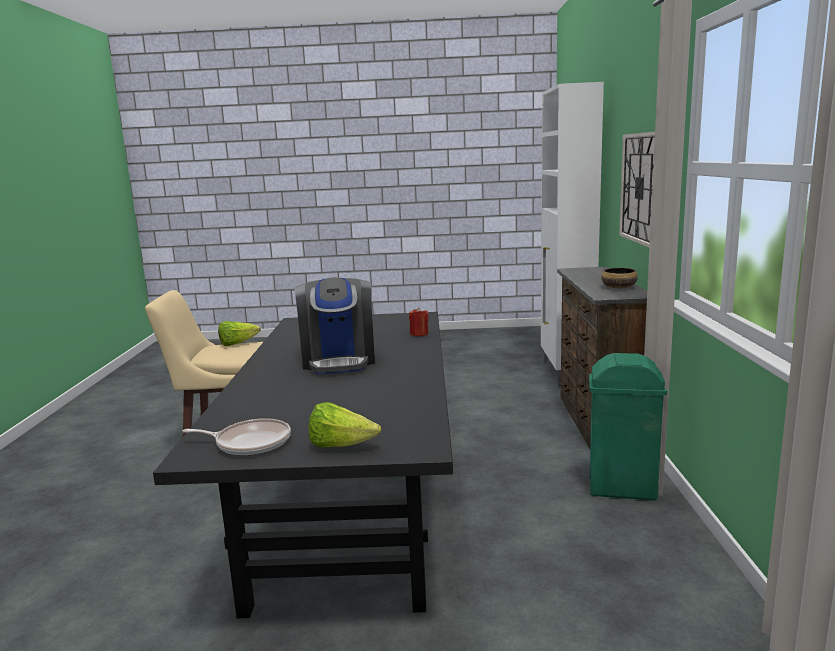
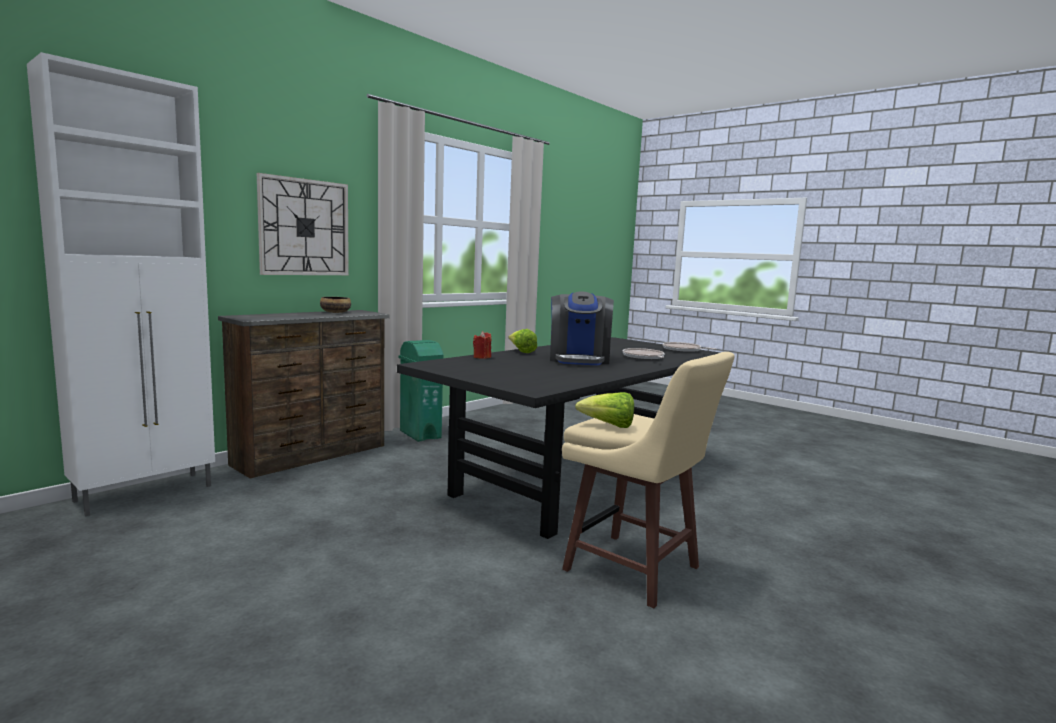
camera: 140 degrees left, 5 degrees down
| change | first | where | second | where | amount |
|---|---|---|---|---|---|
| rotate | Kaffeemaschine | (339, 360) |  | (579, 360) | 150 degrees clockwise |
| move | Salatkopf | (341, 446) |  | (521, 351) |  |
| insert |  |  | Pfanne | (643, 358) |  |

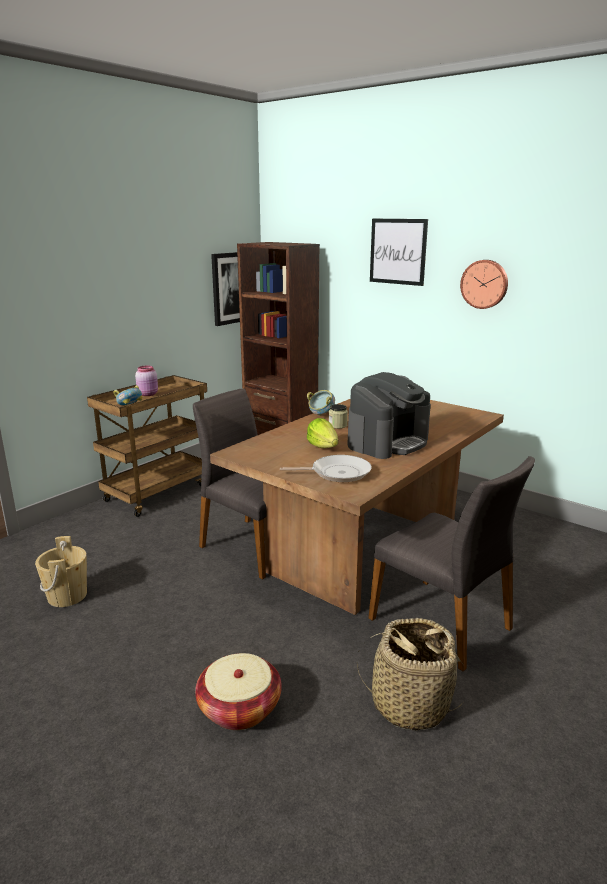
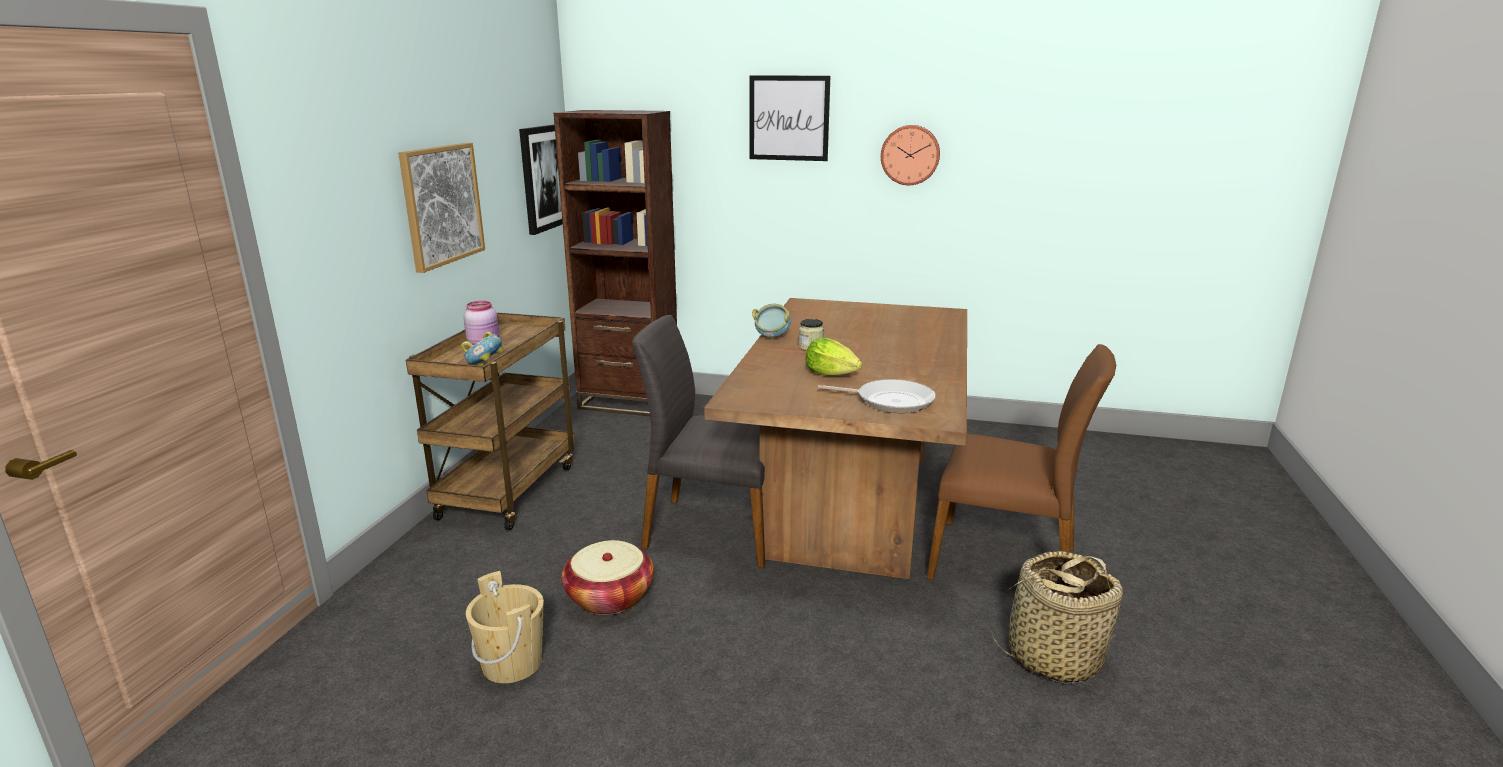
camera: 25 degrees left, 0 degrees up
| change | first | where | second | where | amount |
|---|---|---|---|---|---|
| delete | Kaffeemaschine | (388, 442) |  |  |  |
| rotate | Pfanne | (337, 473) |  | (890, 401) | 45 degrees clockwise |
| recolor | Stuhl/grau | (442, 623) | Stuhl/braun | (1005, 562) |  |
| move | Korb | (239, 708) |  | (609, 597) |  |
| insert |  |  | Bild | (442, 205) |  |

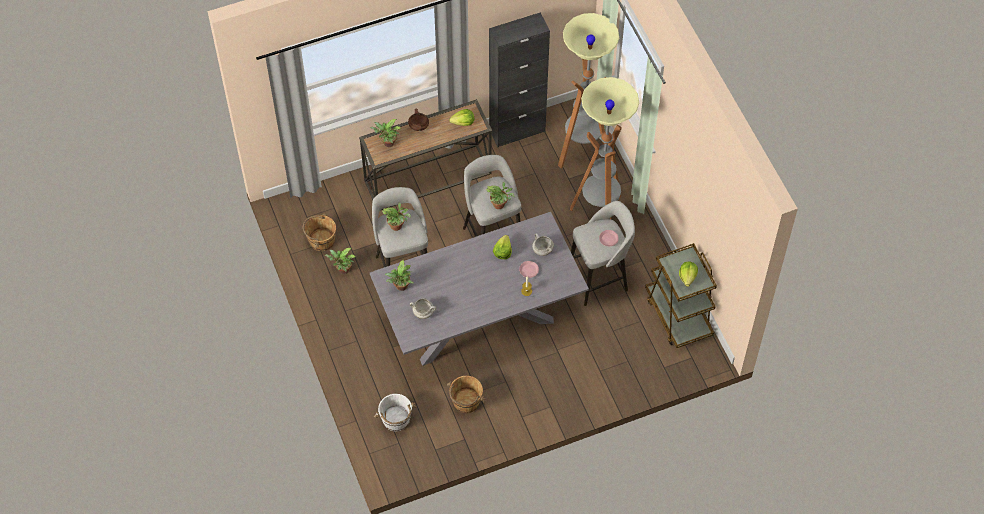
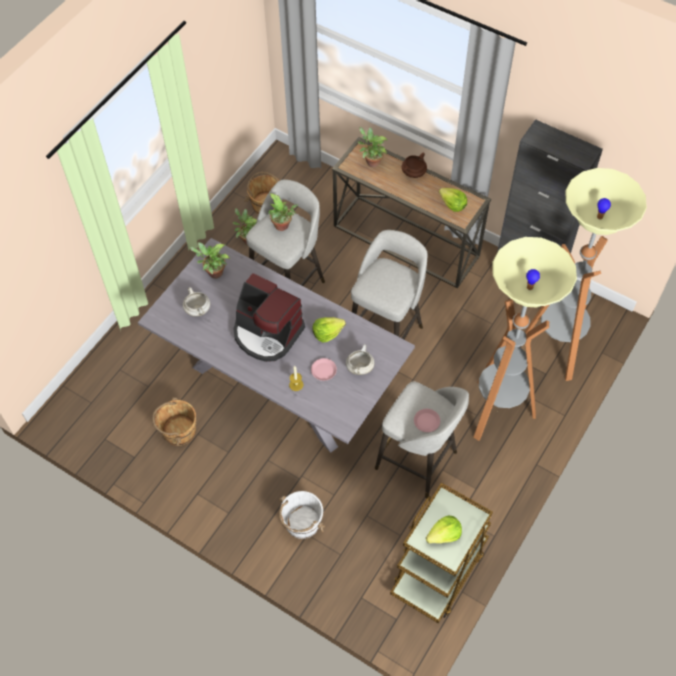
camera: 55 degrees right, 0 degrees up
| change | first | where | second | where | amount |
|---|---|---|---|---|---|
| delete | Topfpflanze | (500, 204) |  |  |  |
| move | Eimer/weiß | (396, 420) |  | (302, 523) |  |
| insert |  |  | Kaffeemaschine | (267, 333) |  |

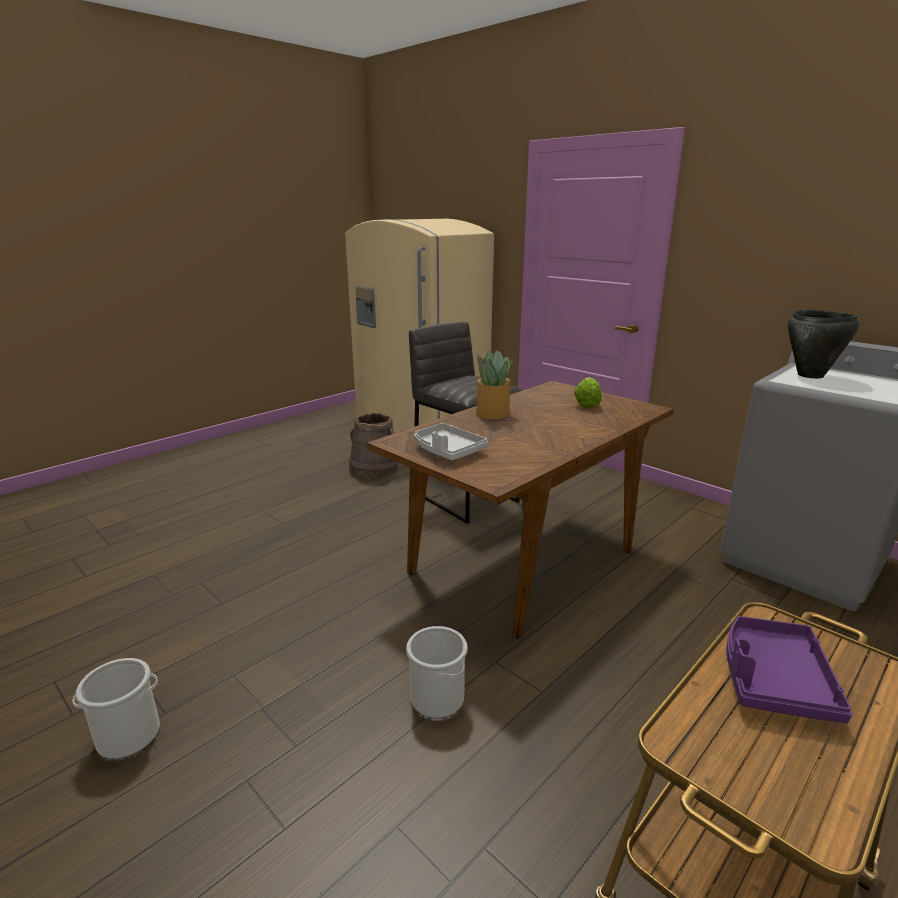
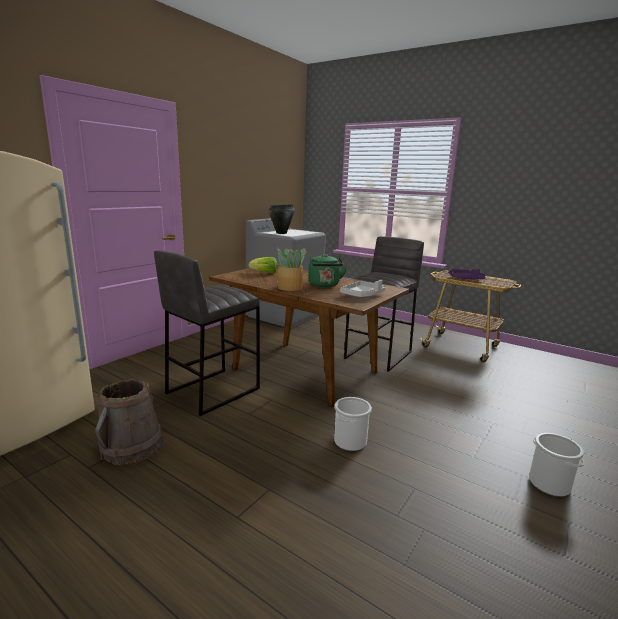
camera: 100 degrees left, 5 degrees down
| change | first | where | second | where | amount |
|---|---|---|---|---|---|
| move | Eimer | (436, 698) |  | (350, 441) |  |
| insert |  |  | Hocker/grau | (379, 355) |  |
| insert |  |  | Wasserkessel/grün | (324, 285) |  |

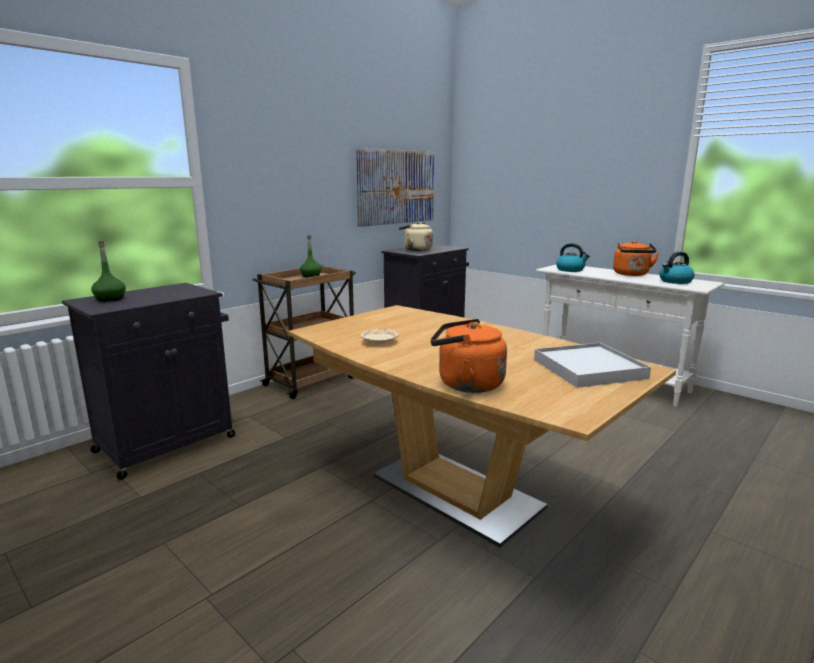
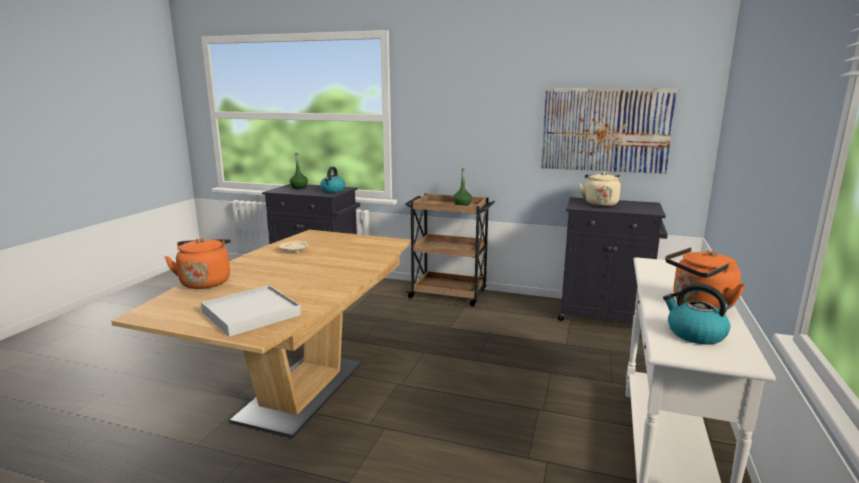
camera: 65 degrees right, 0 degrees up
| change | first | where | second | where | amount |
|---|---|---|---|---|---|
| move | Wasserkessel | (570, 270) |  | (333, 190) |  |

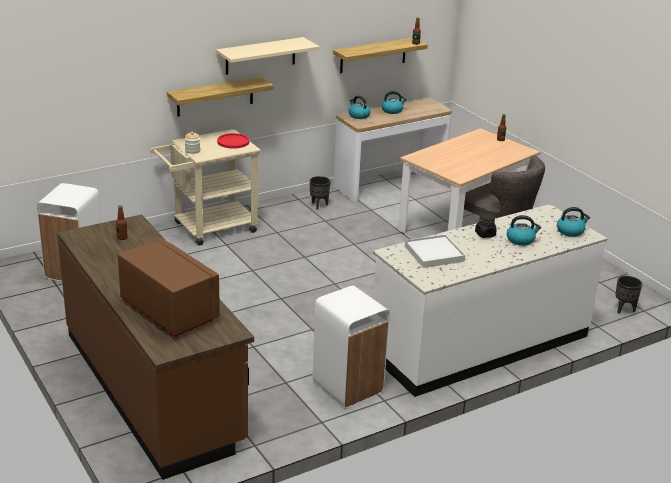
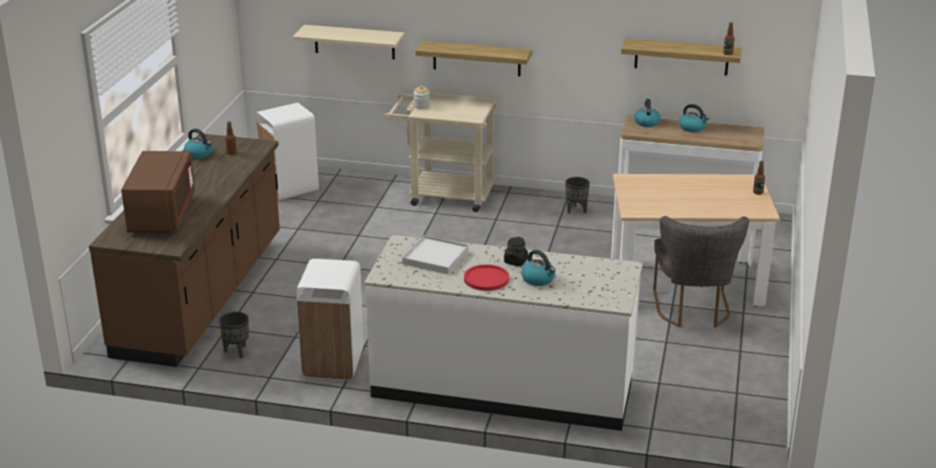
camera: 45 degrees right, 0 degrees up
| change | first | where | second | where | amount |
|---|---|---|---|---|---|
| move | Wandregal/beige | (260, 56) |  | (354, 42) |  |
| move | Teller/rot | (233, 142) |  | (486, 279) |  |
| move | Wasserkessel | (570, 231) |  | (199, 154) |  |
| move | Pflanzkübel/schwarz | (624, 309) |  | (237, 351) |  |

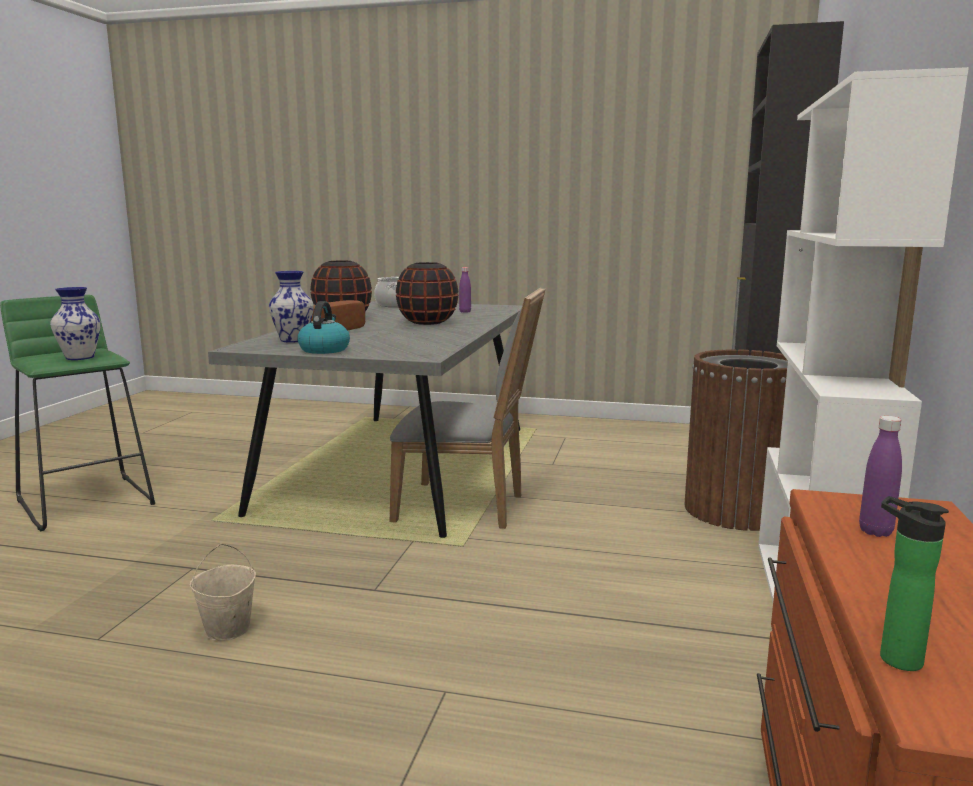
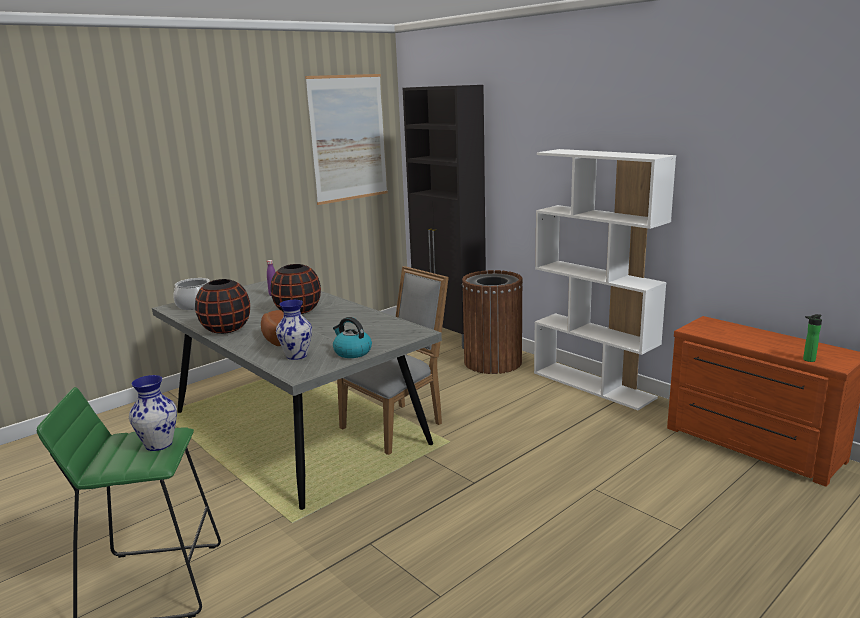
camera: 55 degrees left, 5 degrees up
| change | first | where | second | where | amount |
|---|---|---|---|---|---|
| delete | Flasche/lila | (875, 531) |  |  |  |
| delete | Eimer/beige | (227, 629) |  |  |  |
| insert |  |  | Bild | (348, 138) |  |

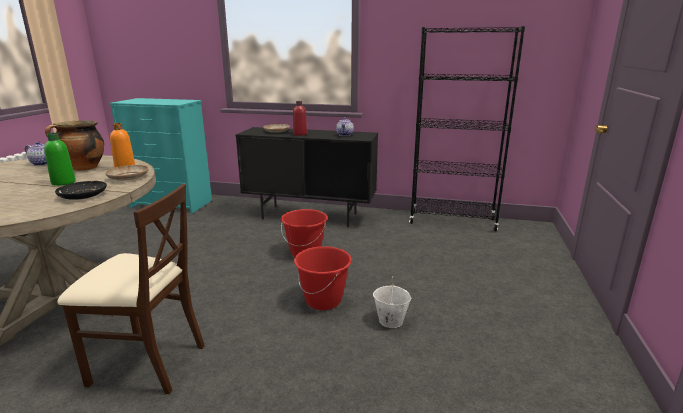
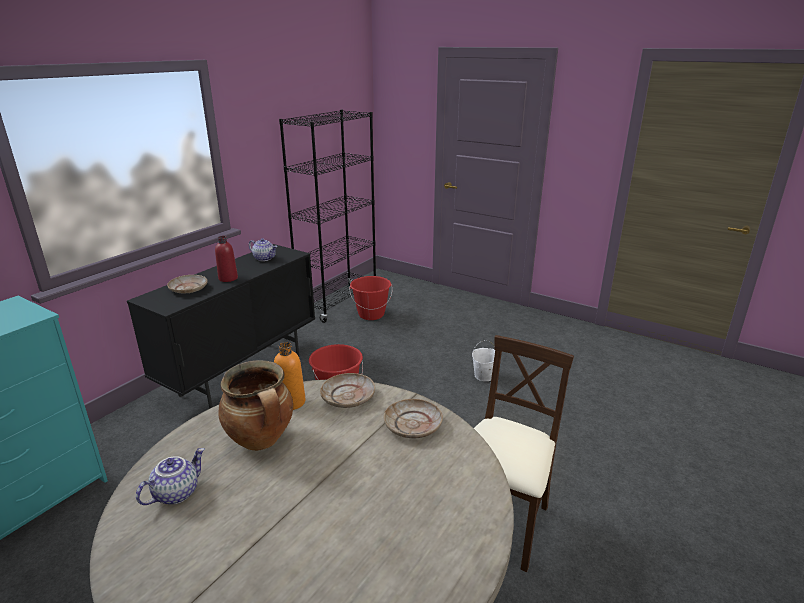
camera: 70 degrees left, 5 degrees up
| change | first | where | second | where | amount |
|---|---|---|---|---|---|
| delete | Flasche/grün | (63, 182) |  |  |  |
| recolor | Teller/schwarz | (82, 195) | Teller/beige | (413, 425) |  |
| move | Eimer/rot | (323, 300) |  | (371, 314) |  |

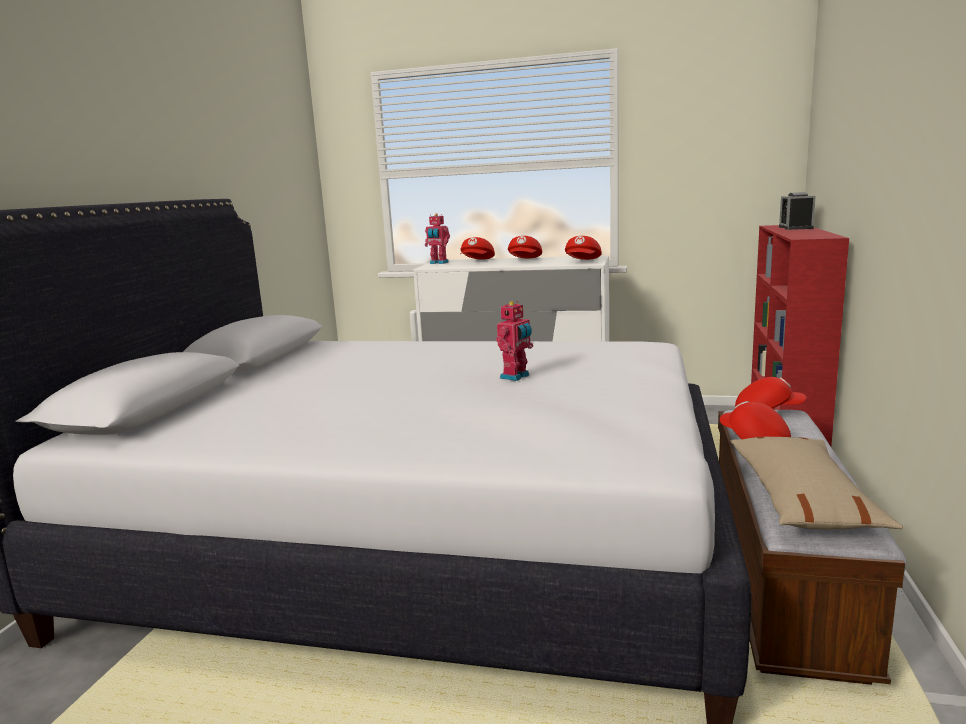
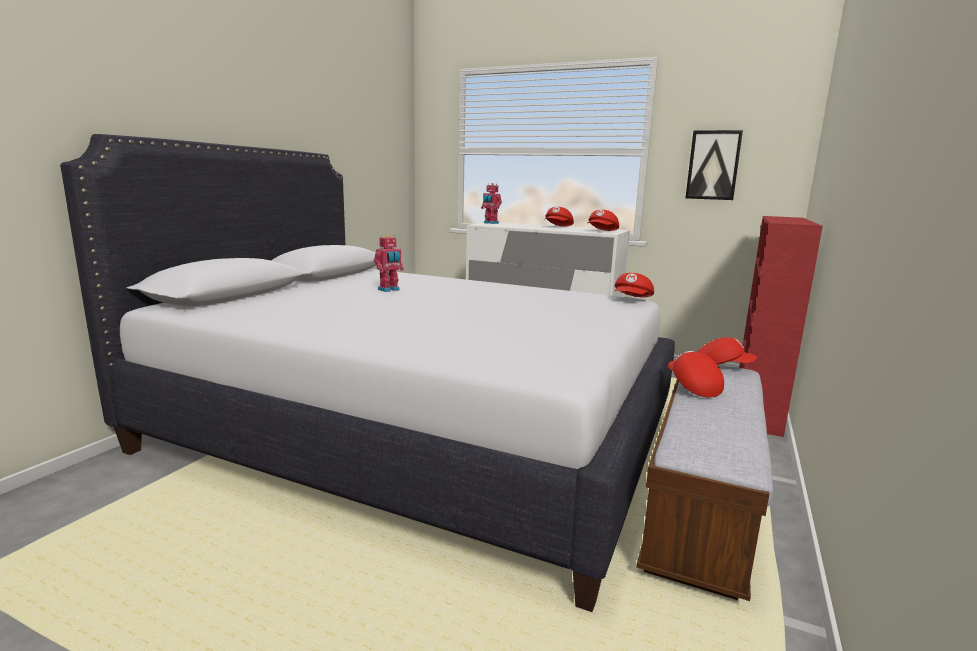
camera: 10 degrees right, 0 degrees up
| change | first | where | second | where | amount |
|---|---|---|---|---|---|
| delete | Wecker | (795, 228) |  |  |  |
| move | Kappe/rot | (477, 261) |  | (632, 300) |  |
| move | Spielzeugroboter | (516, 377) |  | (389, 290) |  |
| delete | Kissen/beige | (801, 499) |  |  |  |
| insert |  |  | Bild | (713, 165) |  |

